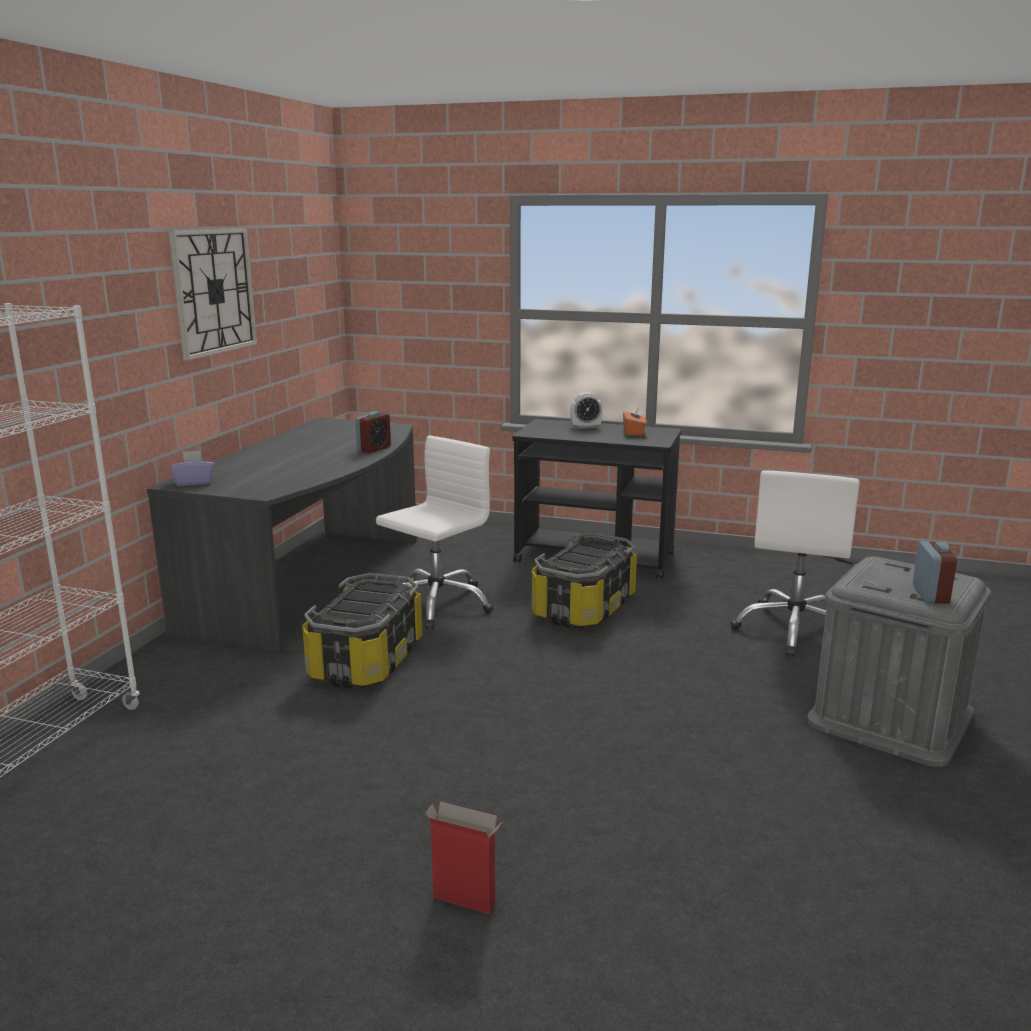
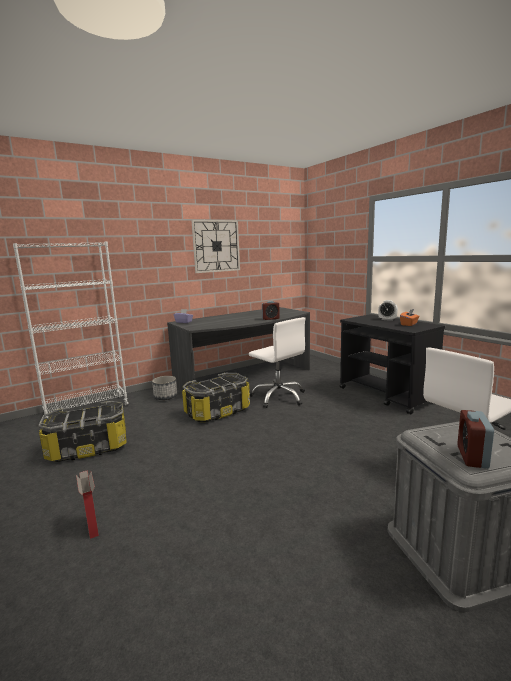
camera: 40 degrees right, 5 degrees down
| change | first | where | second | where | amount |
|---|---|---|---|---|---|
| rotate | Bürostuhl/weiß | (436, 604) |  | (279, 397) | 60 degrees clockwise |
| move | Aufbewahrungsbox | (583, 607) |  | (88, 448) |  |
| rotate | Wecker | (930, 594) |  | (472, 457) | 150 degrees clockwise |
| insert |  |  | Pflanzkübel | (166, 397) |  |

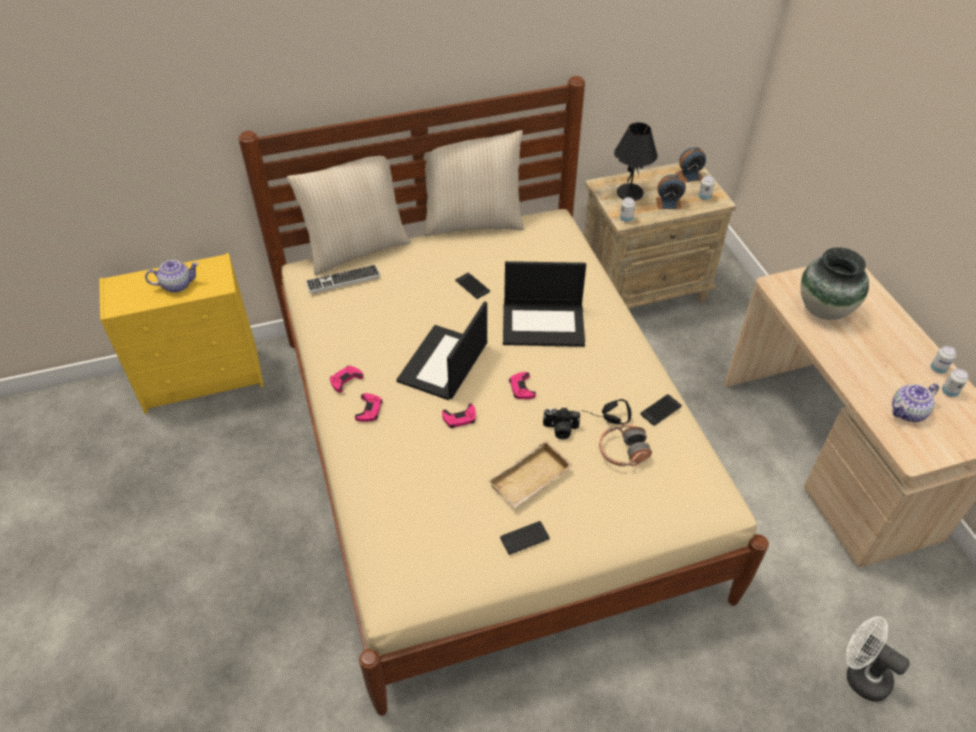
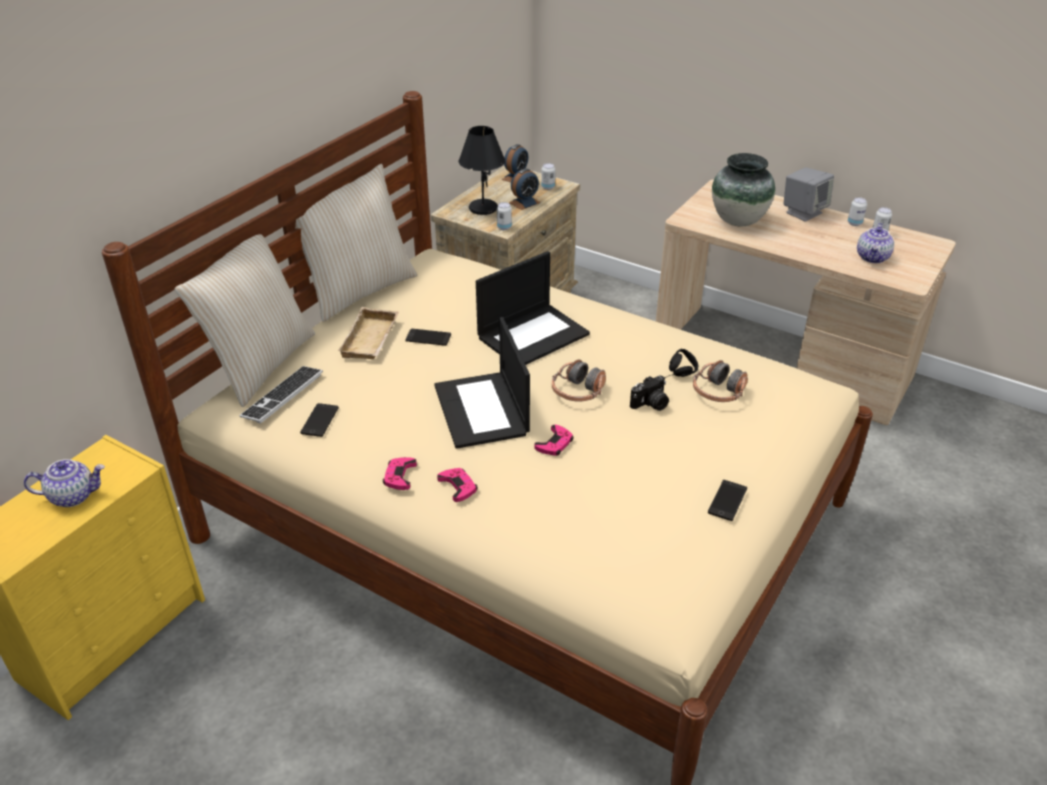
camera: 40 degrees left, 10 degrees down
| change | first | where | second | where | amount |
|---|---|---|---|---|---|
| rotate | Teekanne | (177, 285) |  | (73, 495) | 45 degrees clockwise |
| replace | Gamepad/rosa | (521, 388) | Kopfhörer | (578, 392) |  |
| move | Handy | (661, 410) |  | (320, 420) |  |
| move | Tablett/beige | (531, 481) |  | (371, 340) |  |
| delete | Ventilator/weiß | (860, 675) |  |  |  |
| insert |  |  | Lautsprecher/grau | (803, 212) |  |

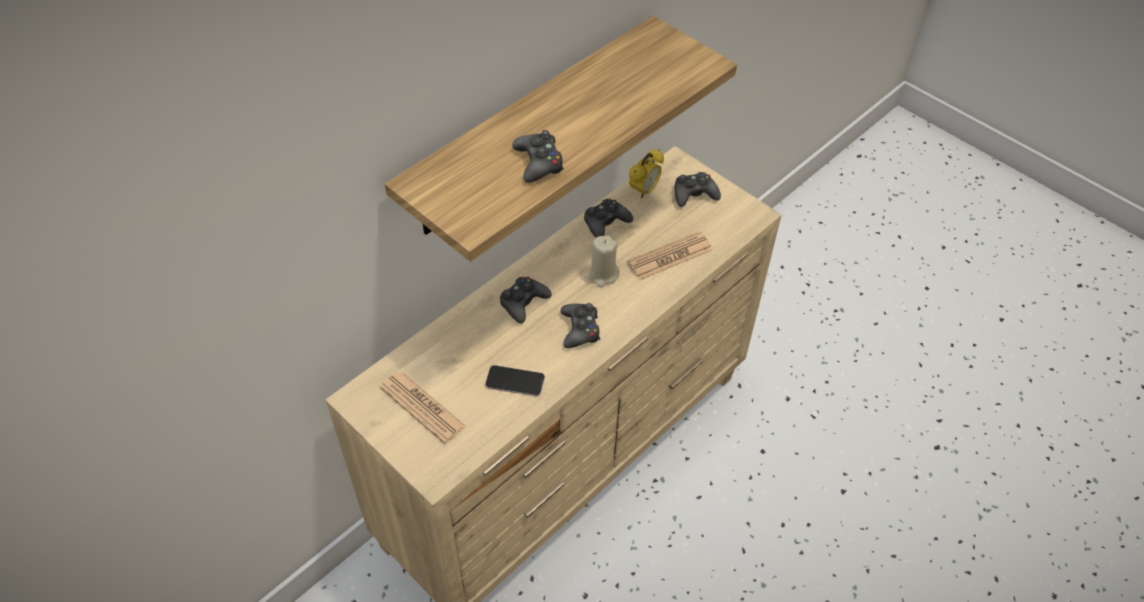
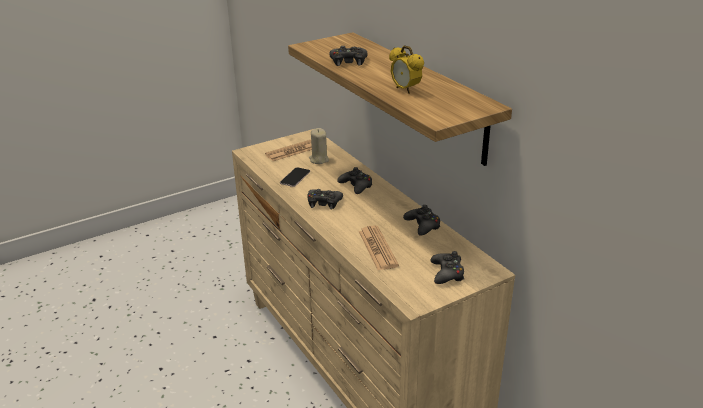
camera: 105 degrees right, 20 degrees down
| change | first | where | second | where | amount |
|---|---|---|---|---|---|
| move | Wecker | (644, 191) |  | (405, 90) |  |
| move | Kerze/beige | (603, 275) |  | (319, 160) |  |

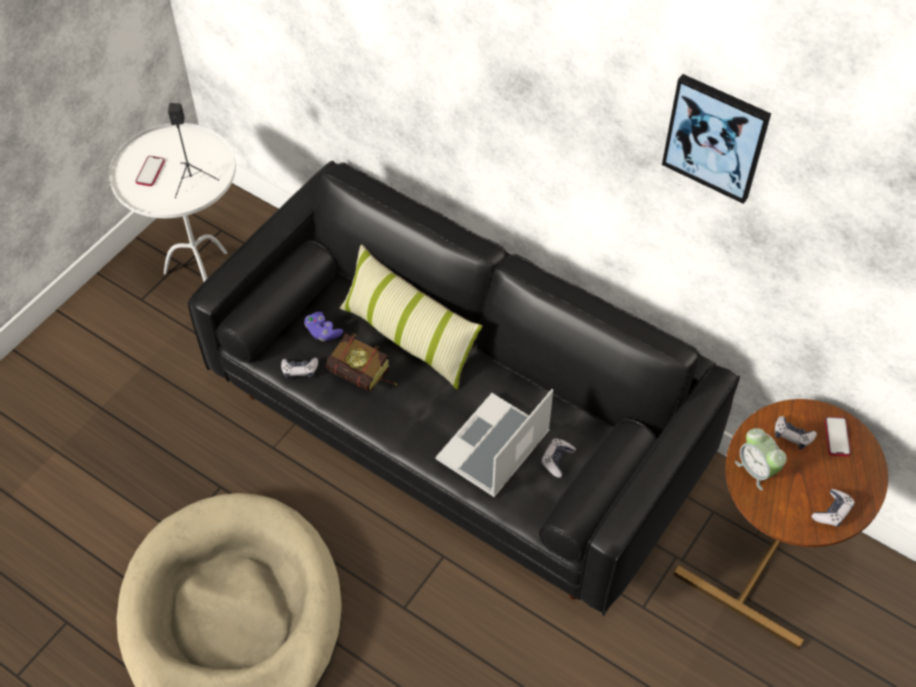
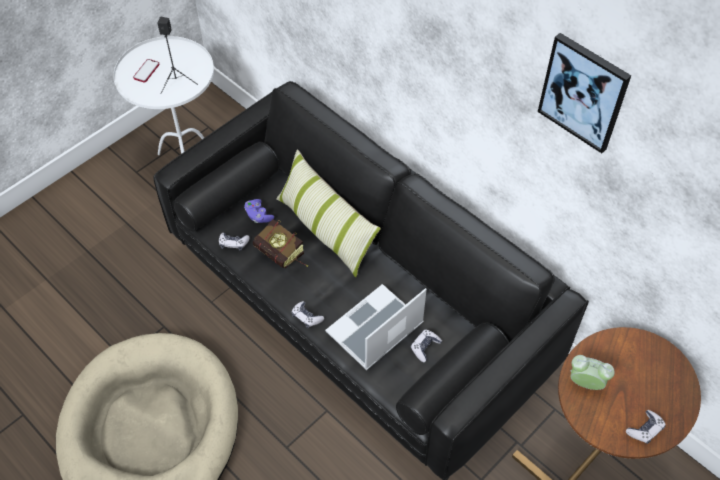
camera: 10 degrees right, 0 degrees up
| change | first | where | second | where | amount |
|---|---|---|---|---|---|
| move | Gamepad | (792, 436) |  | (306, 317) |  |
| delete | Handy | (837, 437) |  |  |  |
| rotate | Wecker | (756, 470) |  | (585, 383) | 135 degrees clockwise |

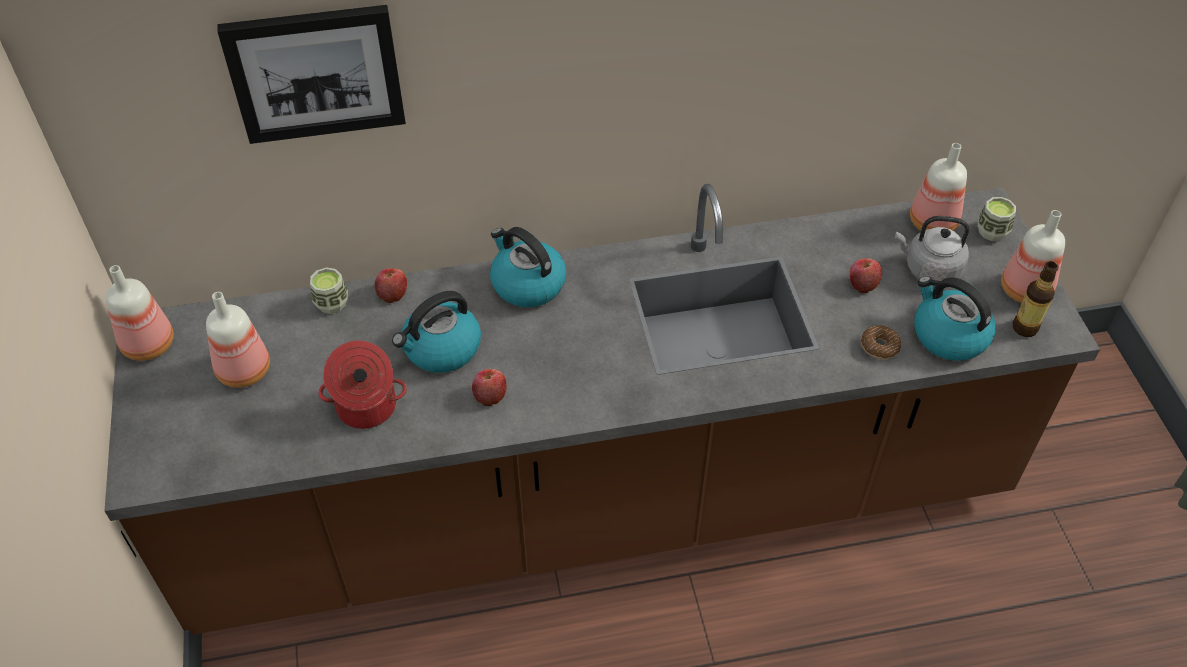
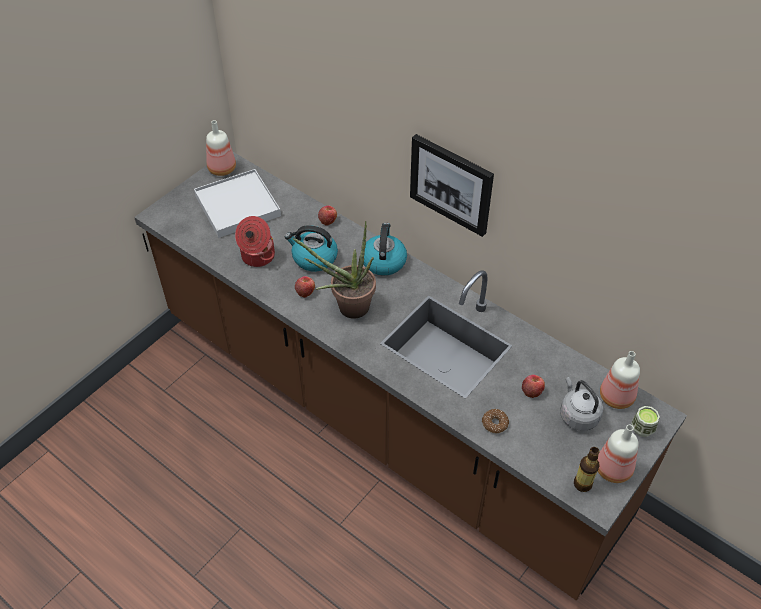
camera: 50 degrees right, 0 degrees up
| change | first | where | second | where | amount |
|---|---|---|---|---|---|
| move | Bild | (315, 72) |  | (451, 184) |  |
| delete | Tasse | (331, 303) |  |  |  |
| delete | Wasserkessel | (948, 335) |  |  |  |
| replace | Flasche | (245, 372) | Tablett/weiß | (237, 206) |  |
| insert |  |  | Topfpflanze | (347, 308) |  |

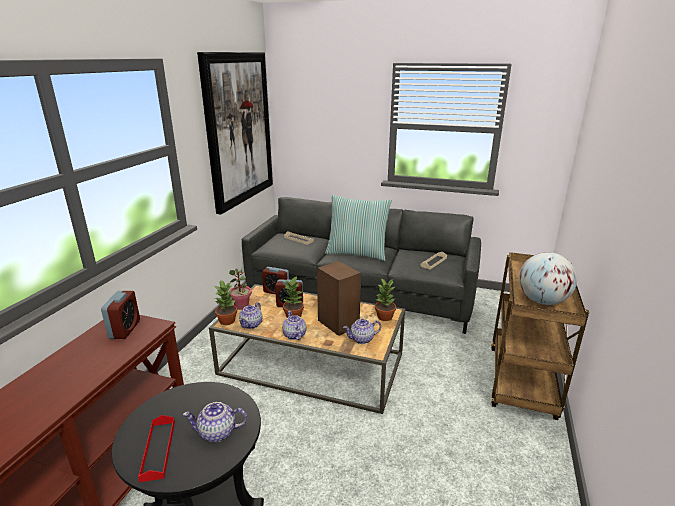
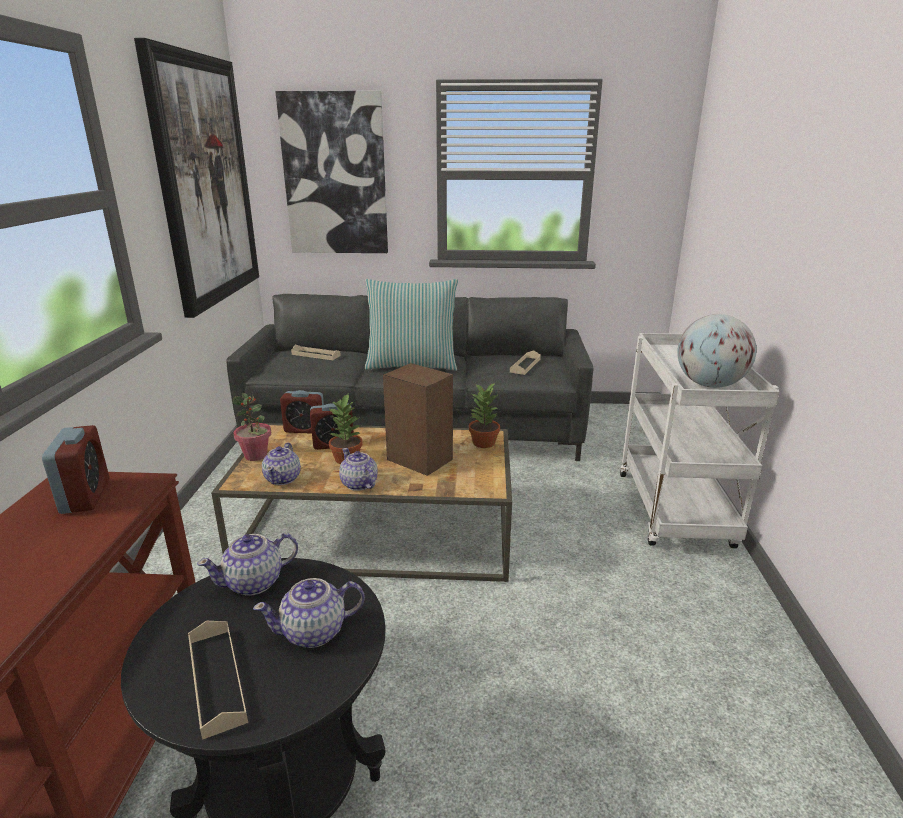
camera: 15 degrees left, 0 degrees up
| change | first | where | second | where | amount |
|---|---|---|---|---|---|
| recolor | Rollwagen/braun | (522, 384) | Rollwagen/weiß | (676, 511) |  |
| delete | Topfpflanze | (227, 320) |  |  |  |
| move | Teekanne | (362, 339) |  | (255, 582) |  |
| recolor | Tablett/rot | (158, 450) | Tablett/beige | (217, 679) |  |
| insert |  |  | Bild | (335, 175) |  |

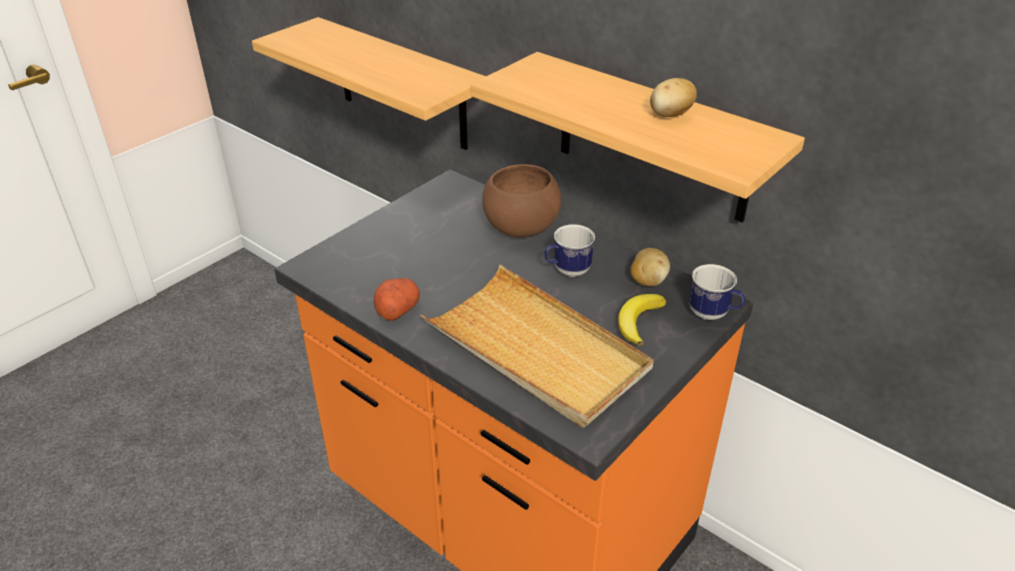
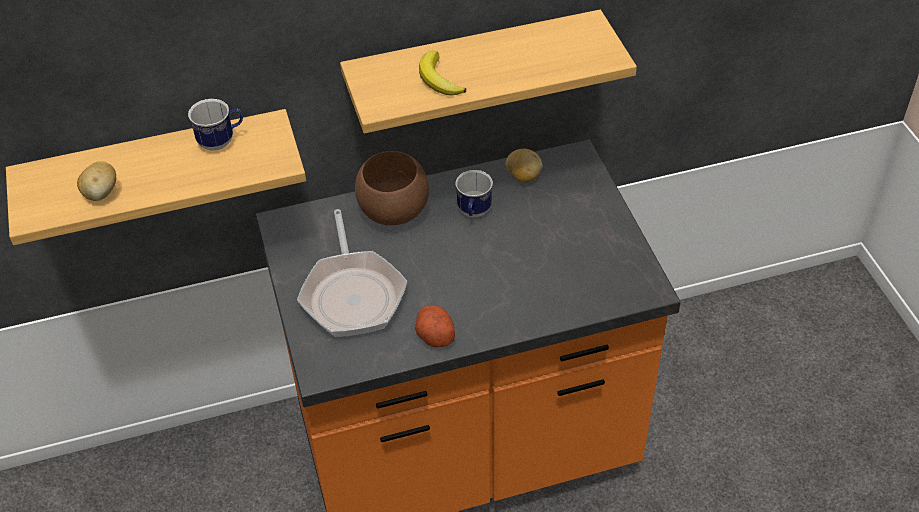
camera: 55 degrees left, 10 degrees up
| change | first | where | second | where | amount |
|---|---|---|---|---|---|
| move | Kartoffel | (670, 115) |  | (101, 193) |  |
| move | Henkelbecher | (713, 315) |  | (221, 141) |  |
| delete | Tablett/beige | (536, 349) |  |  |  |
| move | Banane | (638, 321) |  | (438, 79) |  |
| insert |  |  | Pfanne | (353, 294) |  |

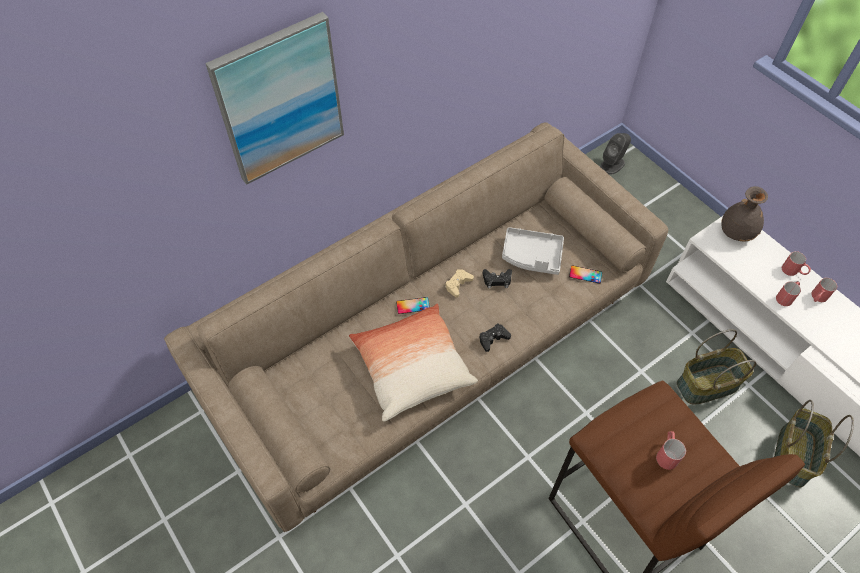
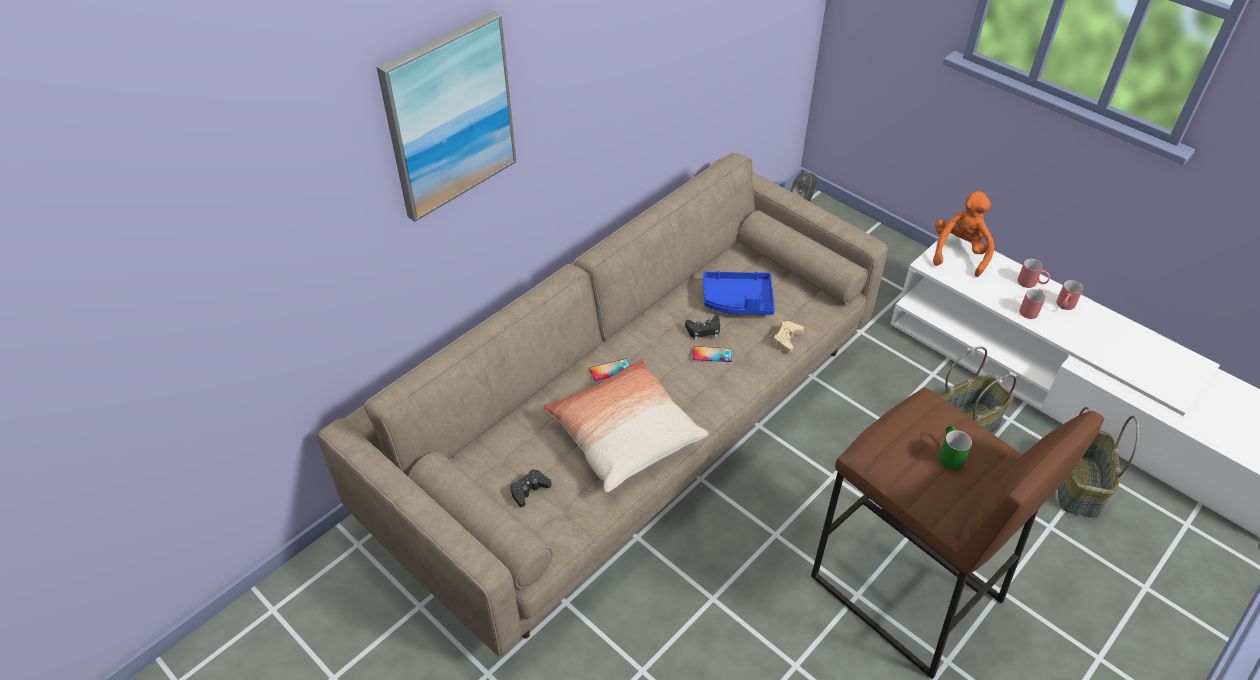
camera: 10 degrees left, 10 degrees down
| change | first | where | second | where | amount |
|---|---|---|---|---|---|
| replace | Vase/grau | (736, 233) | Plüschtier/orange | (959, 253) |  |
| recolor | Tablett/grau | (532, 256) | Tablett/blau | (738, 301) |  |
| move | Handy | (585, 274) |  | (712, 354) |  |
| move | Gamepad/beige | (458, 284) |  | (786, 339) |  |
| move | Gamepad/schwarz | (493, 339) |  | (529, 490) |  |
| recolor | Henkelbecher/rot | (667, 453) | Henkelbecher/grün | (949, 454) |  |

